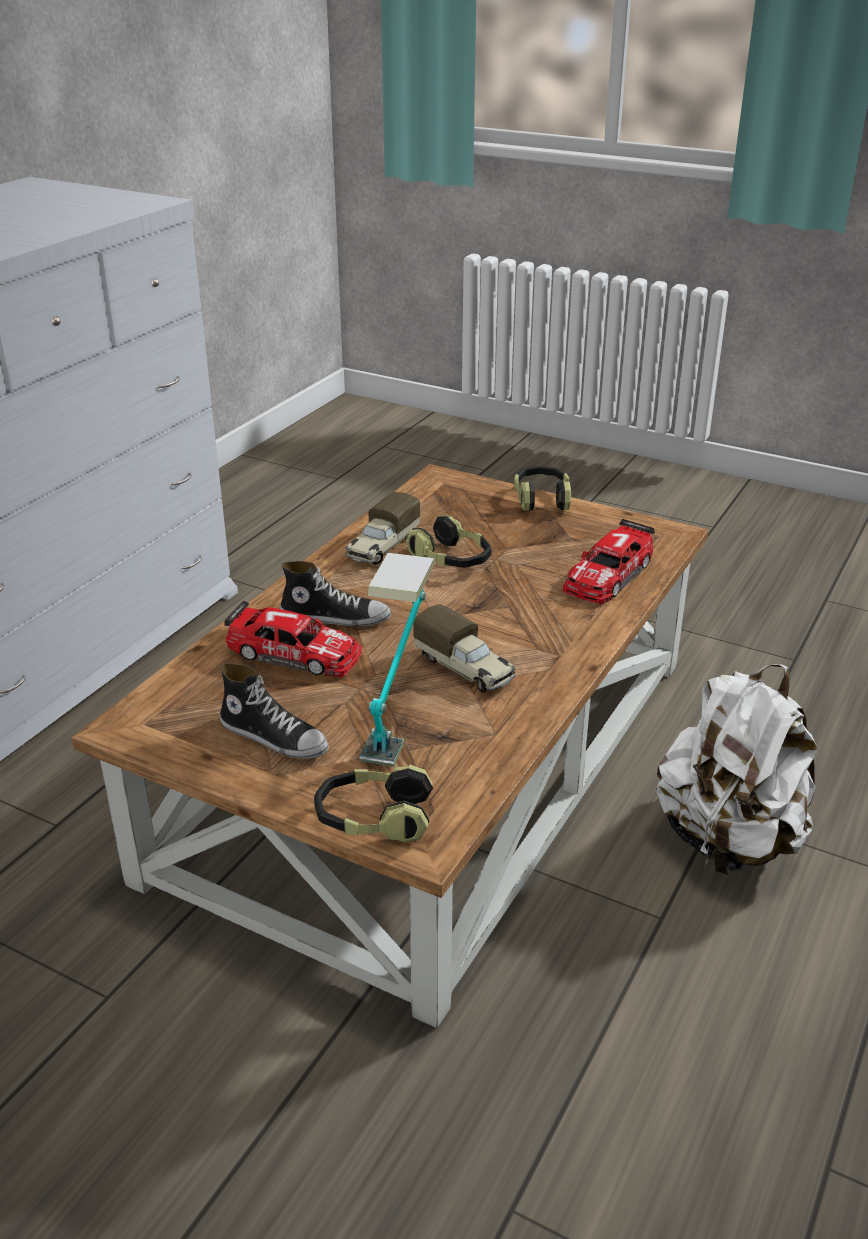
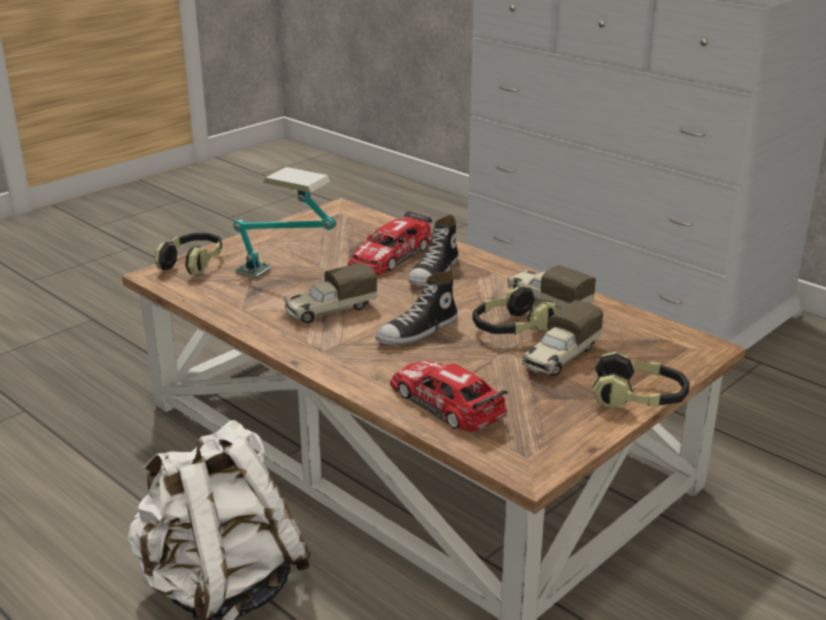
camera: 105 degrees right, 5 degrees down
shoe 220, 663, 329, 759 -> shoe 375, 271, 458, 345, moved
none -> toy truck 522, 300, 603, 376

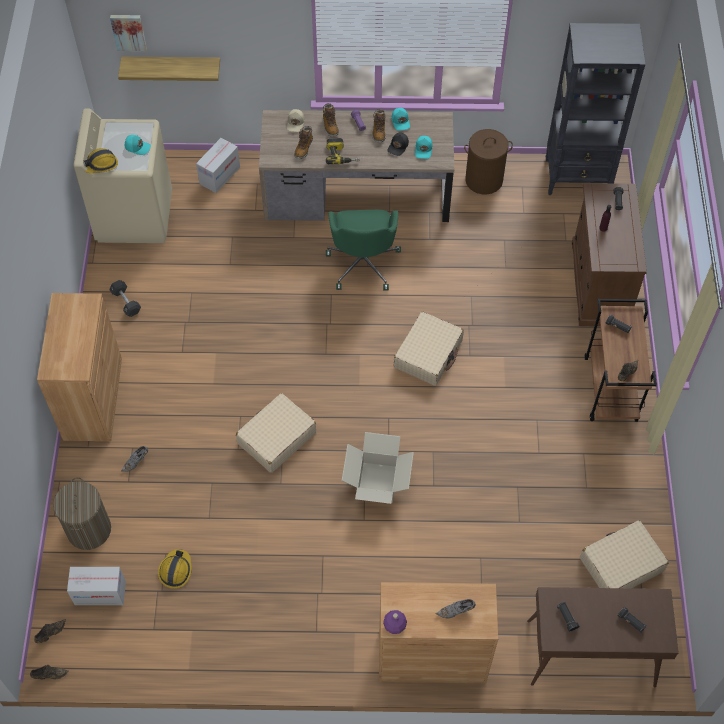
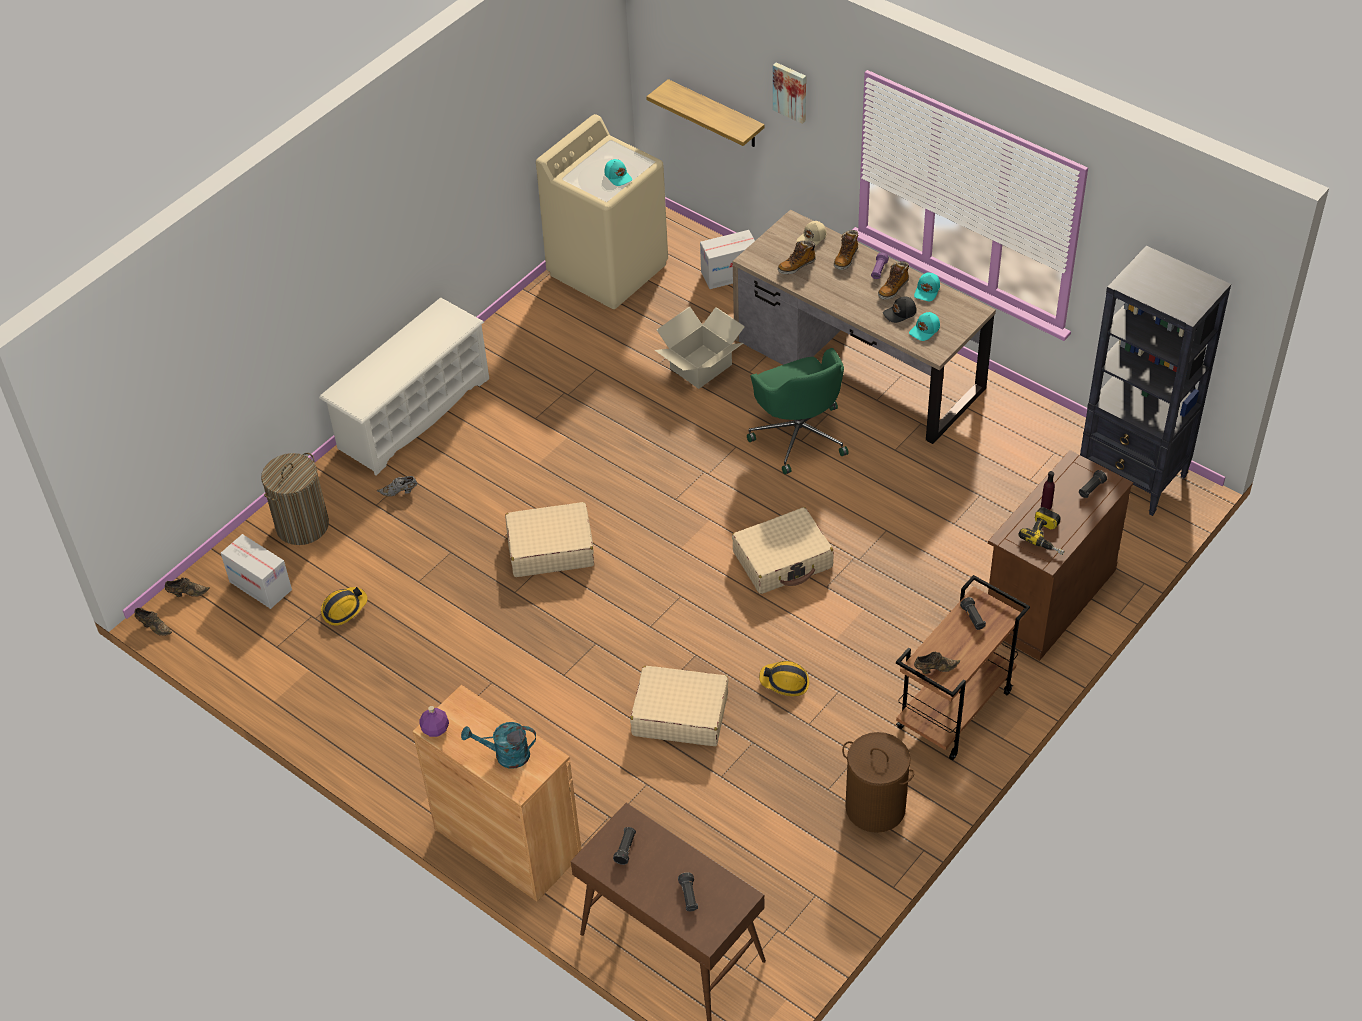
camera: 40 degrees right, 10 degrees down
cabinet (brown) 37, 293, 122, 441 -> shoe rack (white) 319, 298, 489, 475
shoe (grey) 435, 599, 476, 618 -> watering can (turquoise) 461, 722, 536, 768
suitcase (beige) 580, 520, 669, 588 -> suitcase (beige) 630, 666, 729, 746, moved
cardboard box 342, 432, 414, 504 -> cardboard box 655, 307, 745, 389, moved
office chair (green) 326, 210, 401, 291 -> office chair (green) 747, 348, 849, 474, 60 degrees counterclockwise
hard hat 84, 148, 118, 173 -> hard hat 759, 661, 809, 696, moved
picture 110, 15, 147, 51 -> picture 773, 62, 806, 124, moved
laundry basket (brown) 464, 129, 513, 194 -> laundry basket (brown) 842, 732, 914, 833, moved
power drill 326, 138, 360, 164 -> power drill 1019, 507, 1065, 555, moved
dumbbell (black) 109, 280, 141, 317 -> none

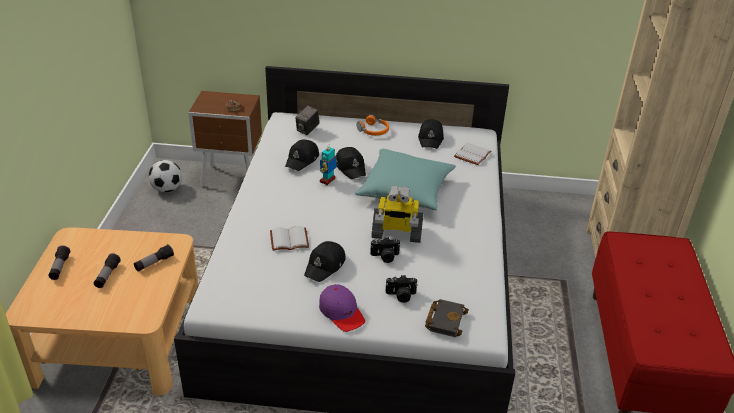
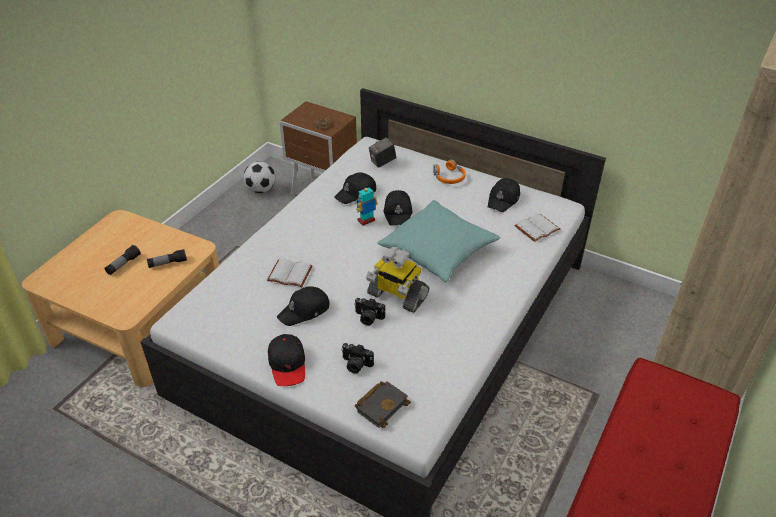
camera: 25 degrees right, 5 degrees up
cap (purple) 319, 284, 365, 332 -> cap (black) 268, 334, 305, 386
flashlight 48, 246, 70, 280 -> none

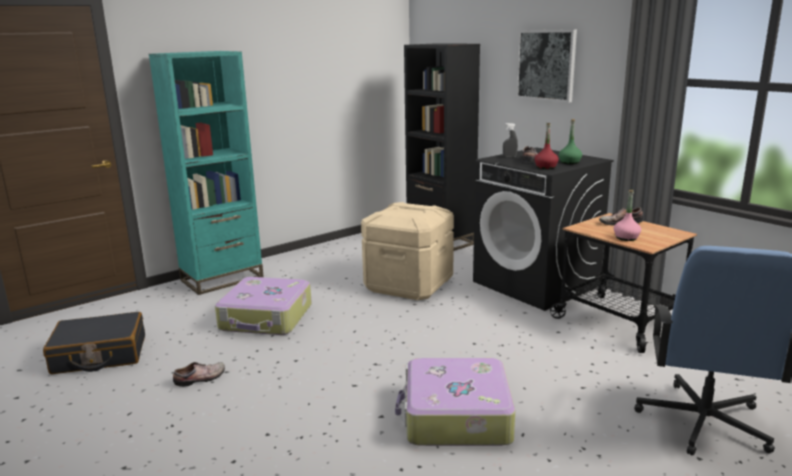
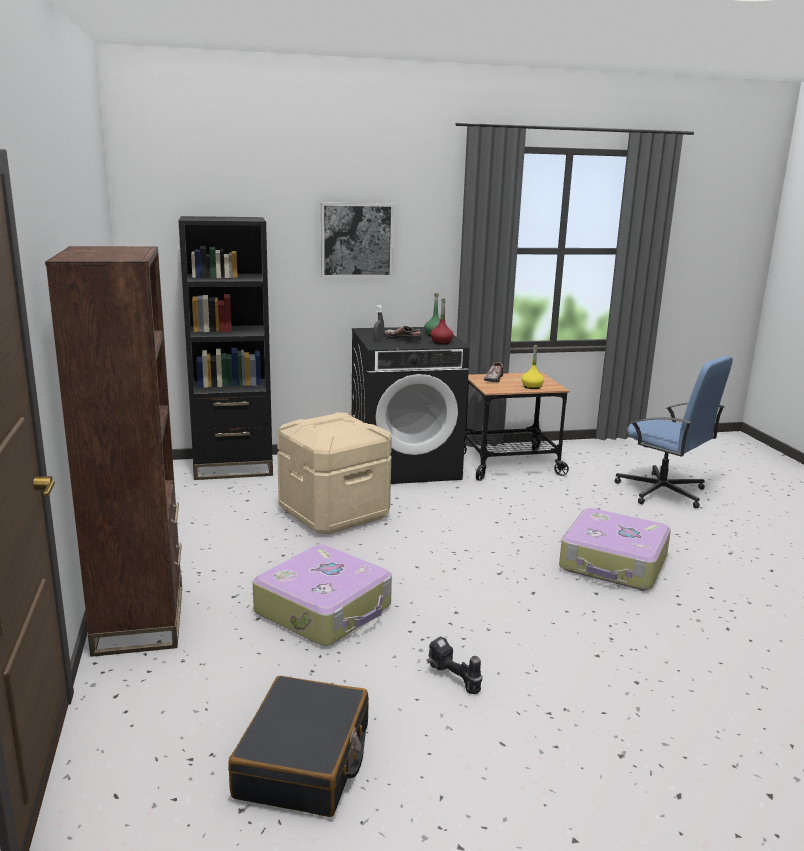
camera: 65 degrees left, 0 degrees up
bookcase (turquoise) 149, 51, 264, 295 -> bookcase (brown) 45, 246, 182, 657
shoe 173, 362, 225, 387 -> power drill 427, 636, 482, 694
bottle (pink) 614, 190, 641, 241 -> bottle (yellow) 522, 345, 544, 389

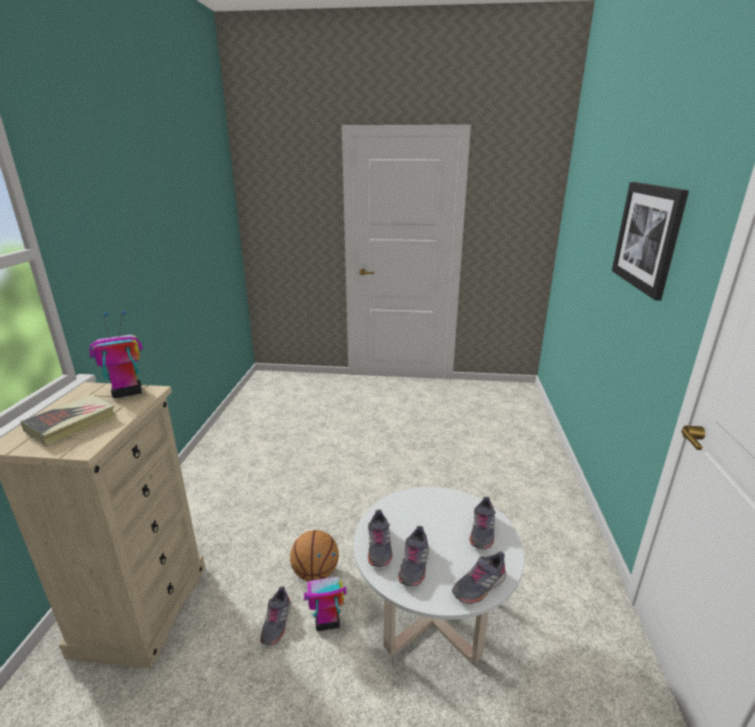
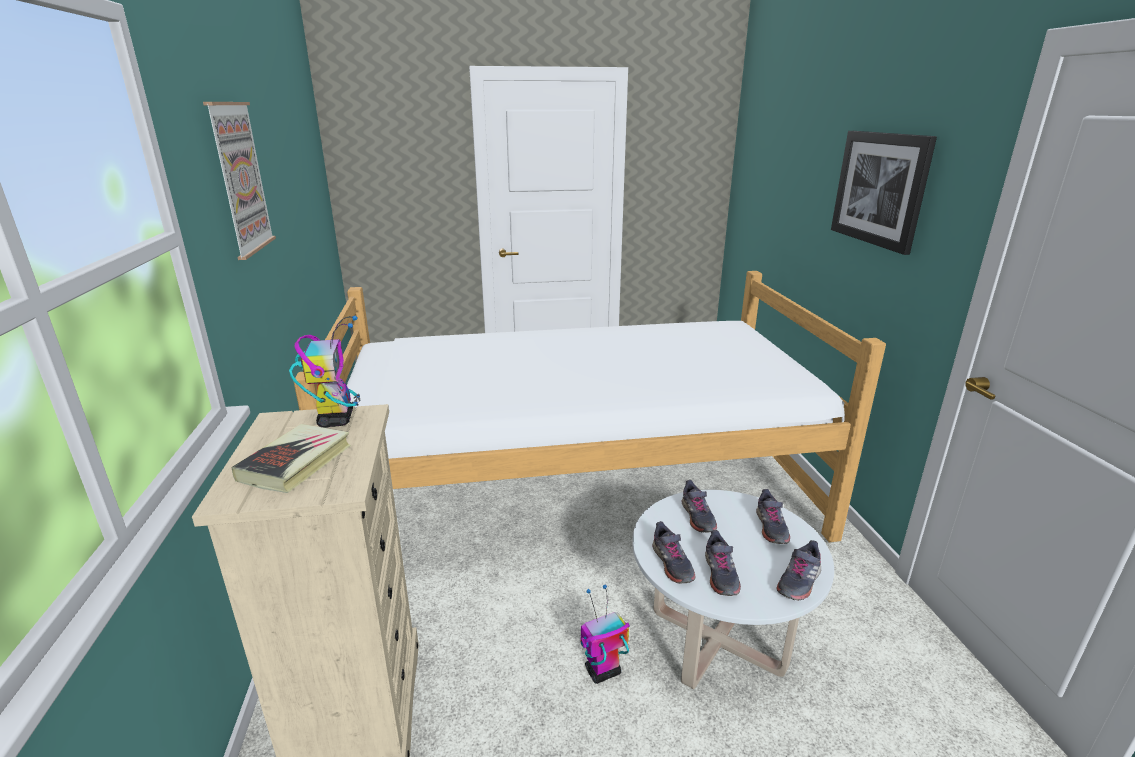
camera: 15 degrees left, 0 degrees up
none -> picture 203, 102, 276, 260
toy robot 89, 311, 143, 398 -> toy robot 289, 315, 360, 428, 120 degrees clockwise
none -> bed 294, 271, 886, 542
shoe (grey) 260, 587, 291, 645 -> shoe (grey) 681, 480, 717, 532, moved
basketball 290, 530, 339, 582 -> none

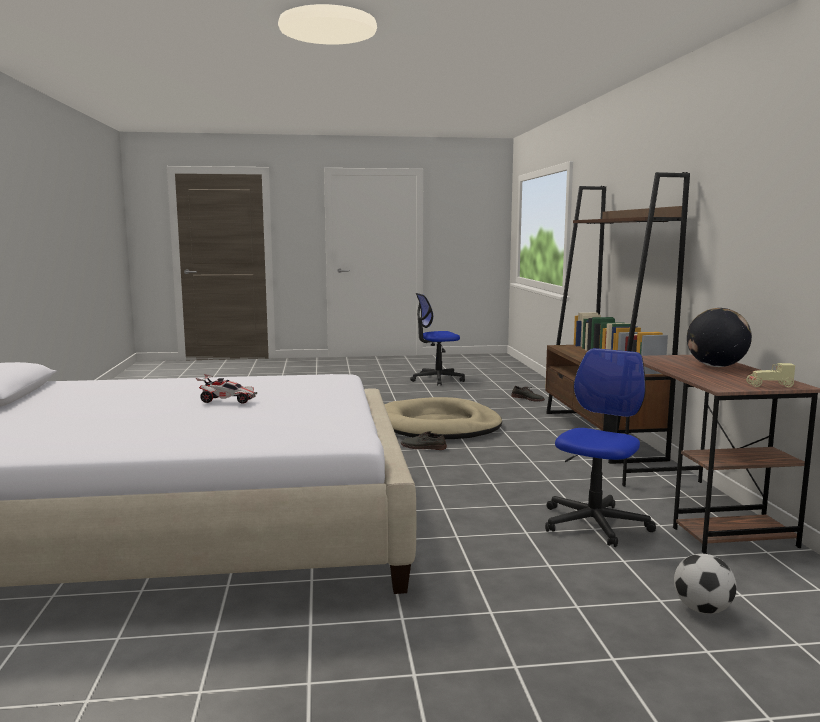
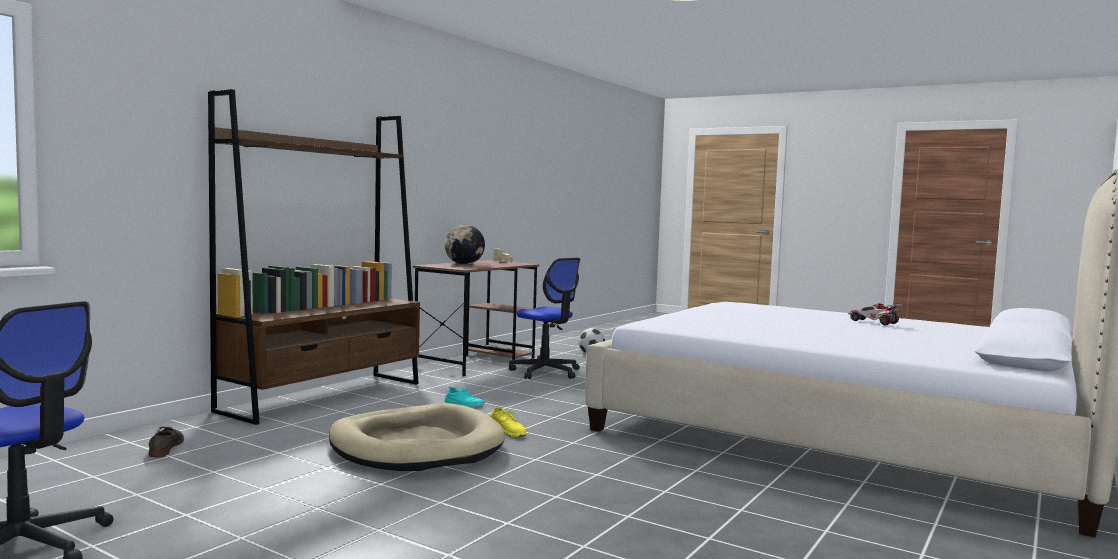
camera: 140 degrees left, 5 degrees down
none -> shoe (turquoise) 445, 386, 485, 407
shoe (grey) 401, 431, 447, 450 -> shoe (yellow) 490, 407, 526, 437
office chair 545, 348, 656, 547 -> office chair 509, 258, 580, 379, 120 degrees counterclockwise
toy car 196, 374, 257, 404 -> toy car 848, 303, 904, 325, moved

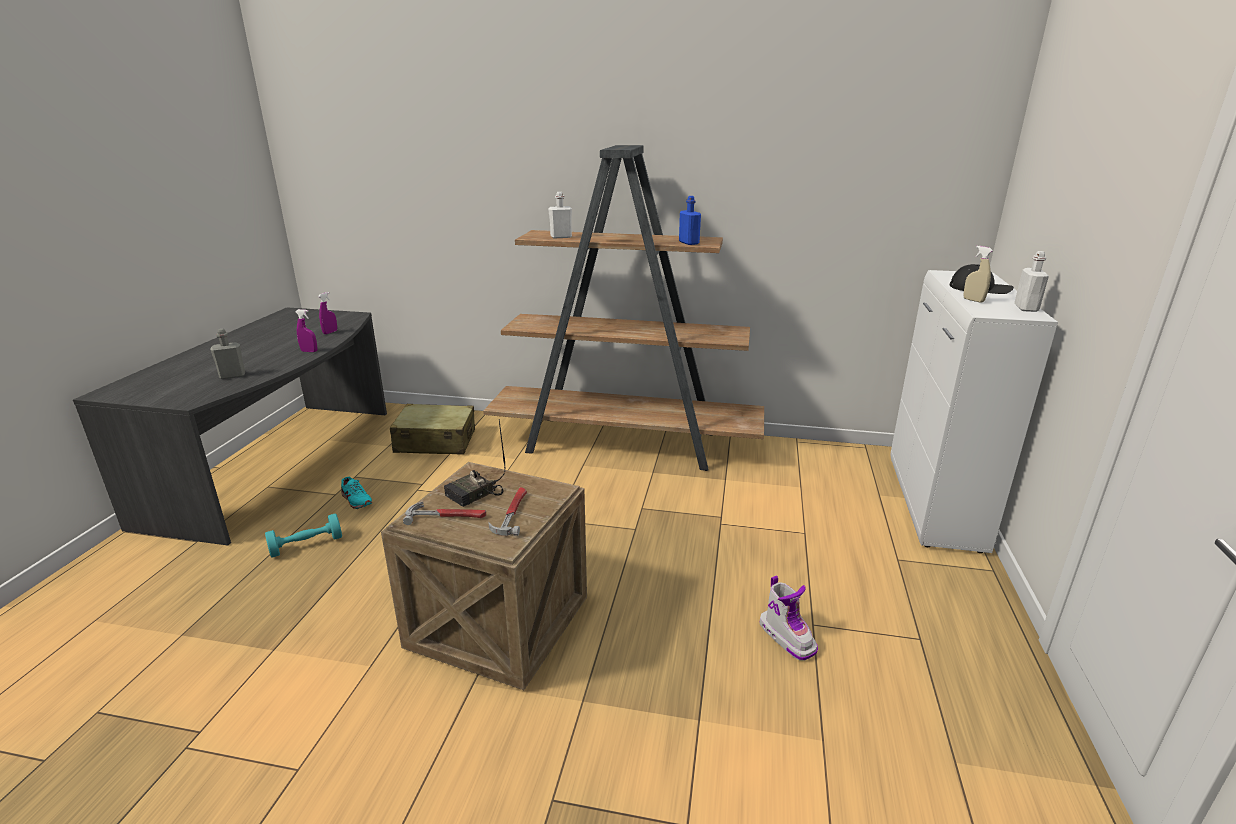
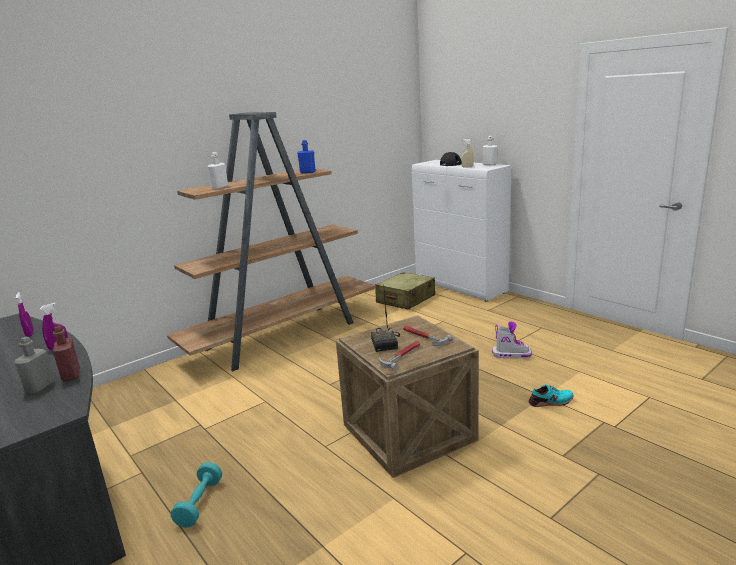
camera: 50 degrees left, 5 degrees down
none -> bottle (red) 53, 326, 80, 381
suitcase (beige) 390, 404, 475, 455 -> suitcase (beige) 375, 272, 435, 310, moved
shoe (turquoise) 341, 477, 372, 509 -> shoe (turquoise) 529, 385, 573, 407, moved

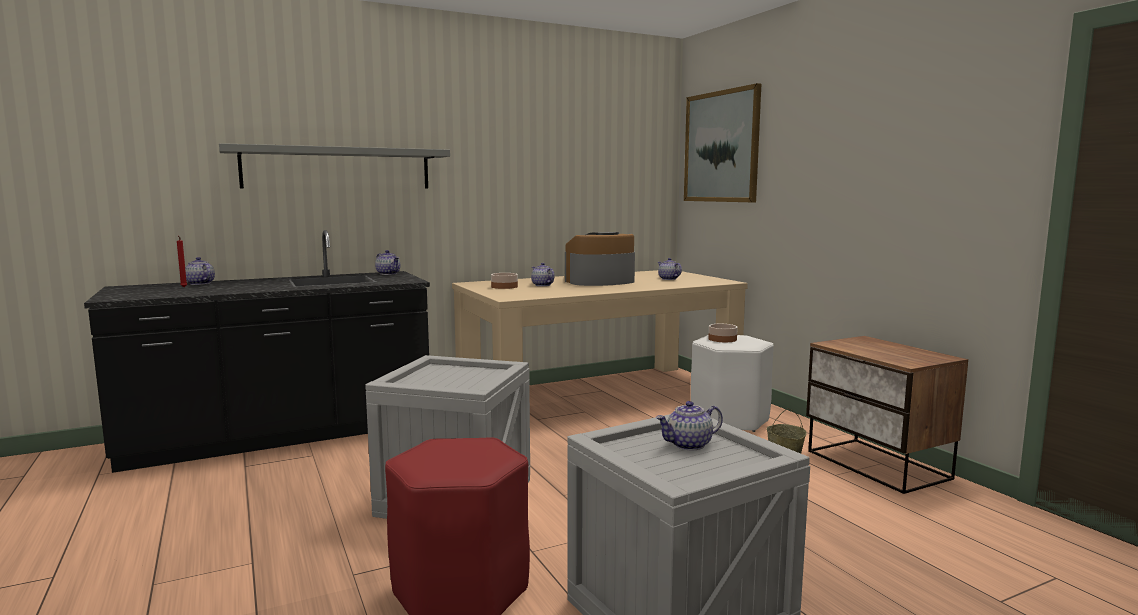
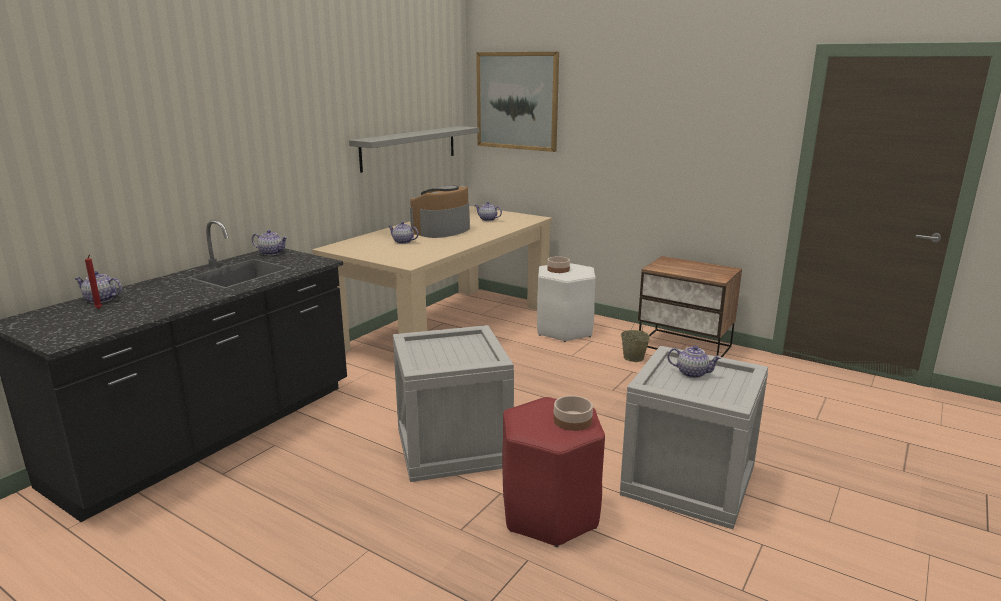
camera: 30 degrees left, 10 degrees up
shelf (grey) 219, 143, 450, 189 -> shelf (grey) 349, 126, 479, 173, moved
bowl 491, 273, 518, 289 -> bowl 554, 396, 593, 431, moved
teapot 656, 401, 723, 450 -> teapot 667, 345, 722, 378, 105 degrees counterclockwise

